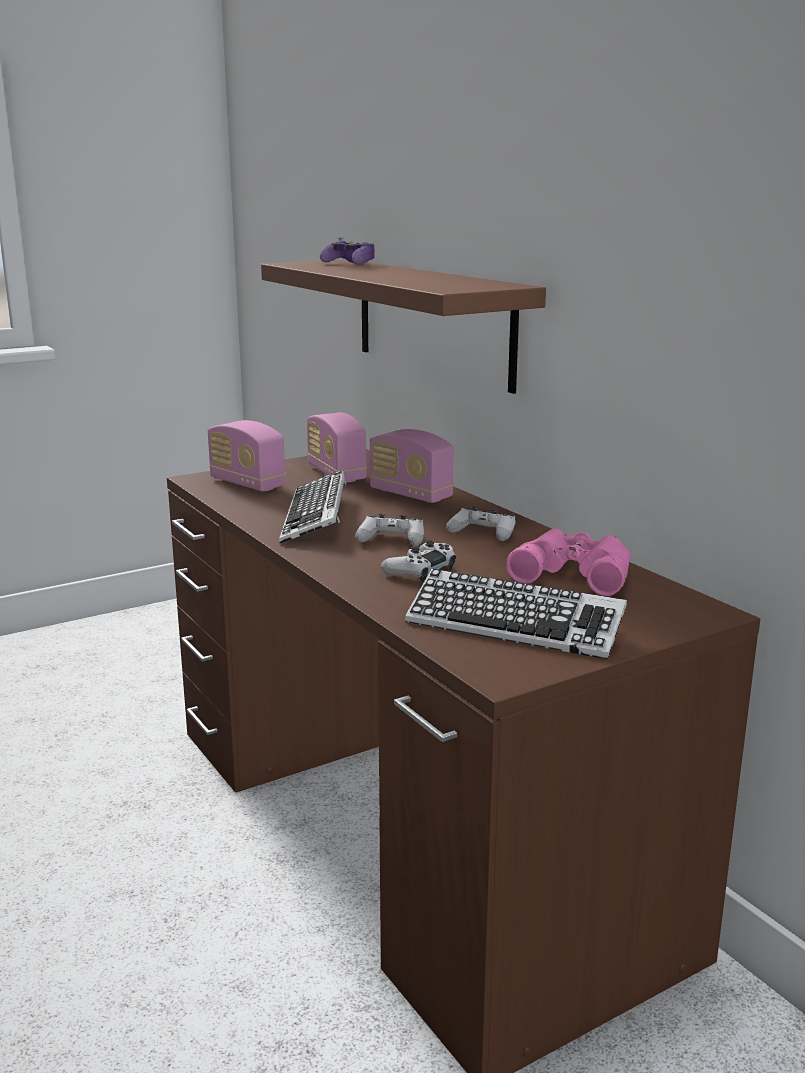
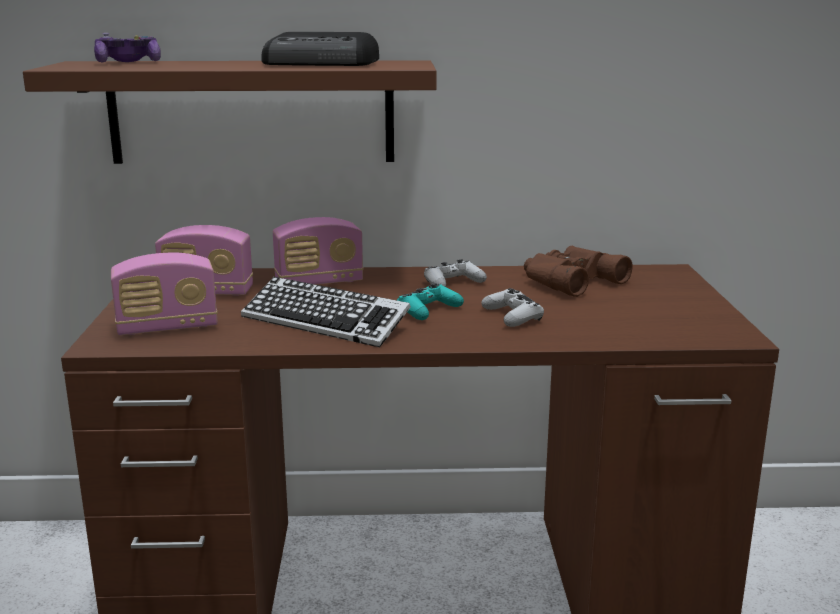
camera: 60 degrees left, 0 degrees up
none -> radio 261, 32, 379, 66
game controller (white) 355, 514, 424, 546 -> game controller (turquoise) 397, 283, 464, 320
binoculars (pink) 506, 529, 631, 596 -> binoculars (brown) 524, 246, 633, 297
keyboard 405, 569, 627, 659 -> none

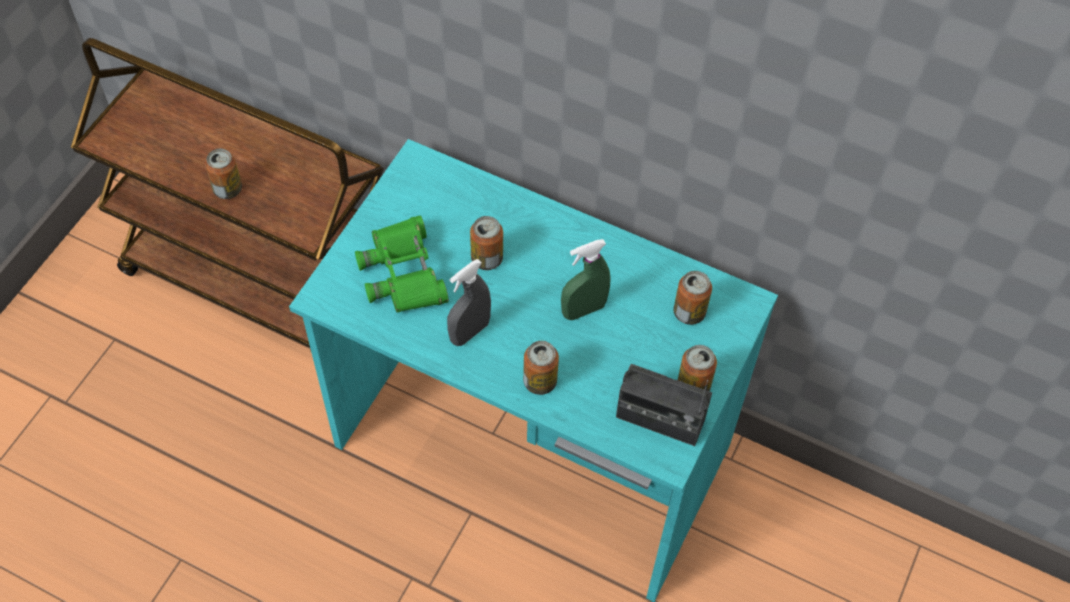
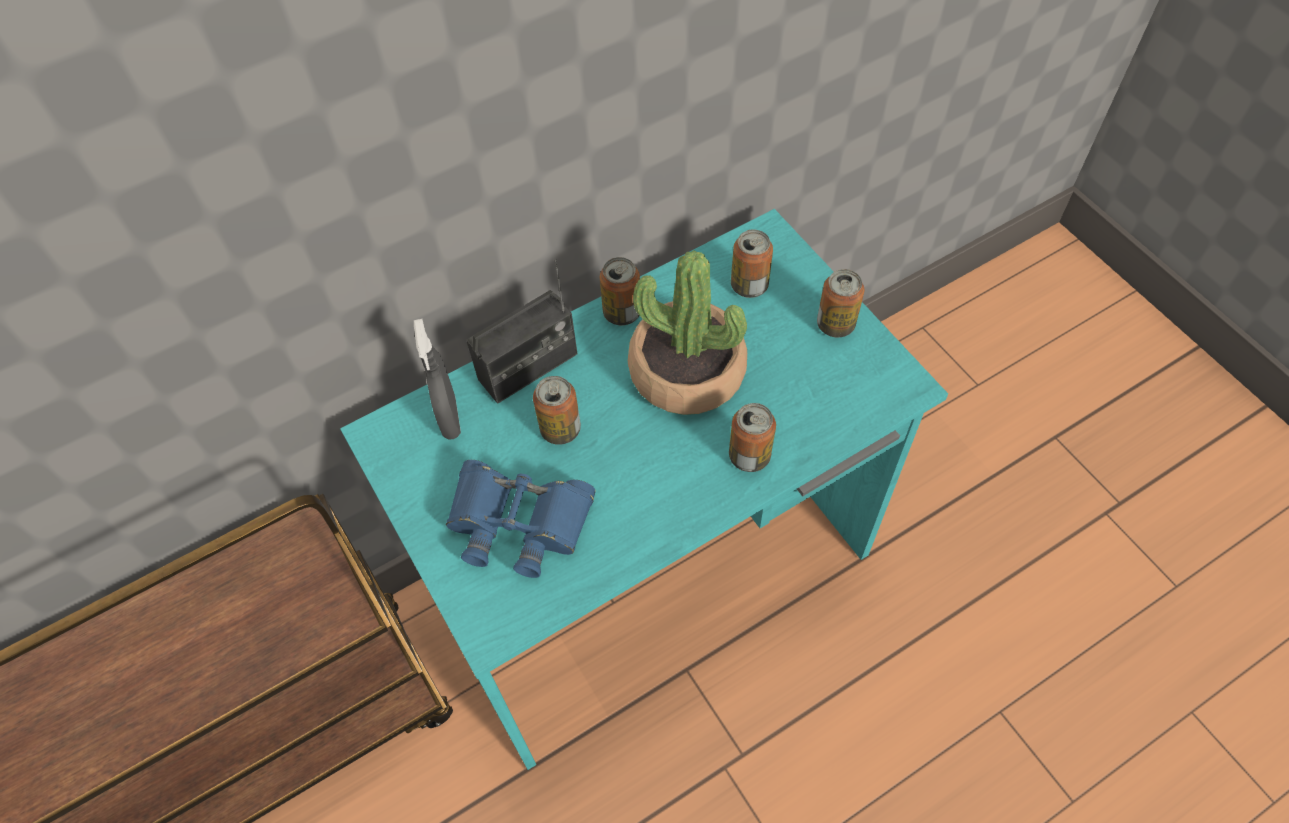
camera: 55 degrees left, 0 degrees up
spray bottle (grey) 447, 259, 491, 346 -> spray bottle (grey) 414, 319, 461, 440, moved
binoculars (green) 355, 216, 449, 313 -> binoculars (blue) 446, 460, 596, 578
radio 616, 364, 712, 446 -> radio 466, 259, 578, 404, moved
can 205, 149, 242, 199 -> can 600, 257, 640, 325, moved
spray bottle (green) 561, 239, 611, 320 -> potted plant 628, 250, 747, 415

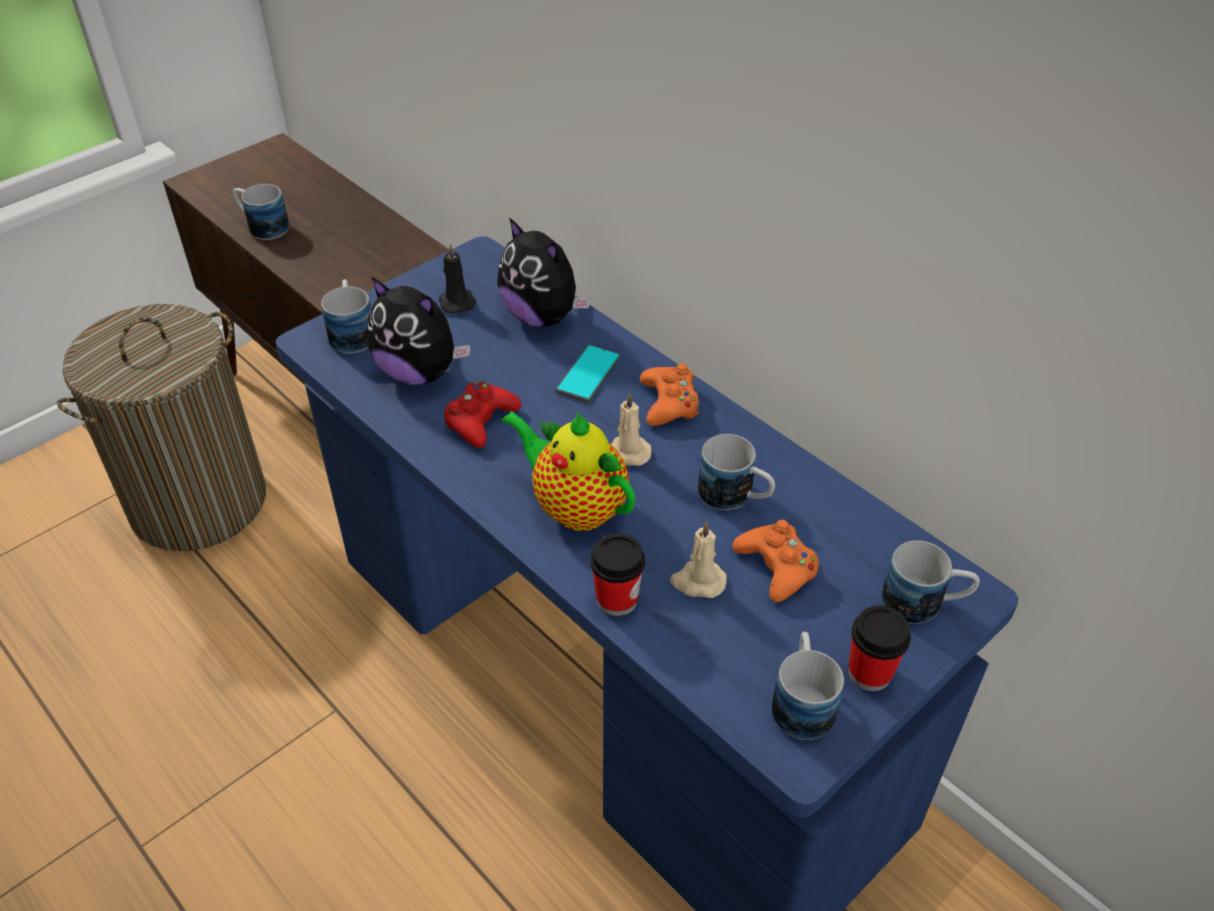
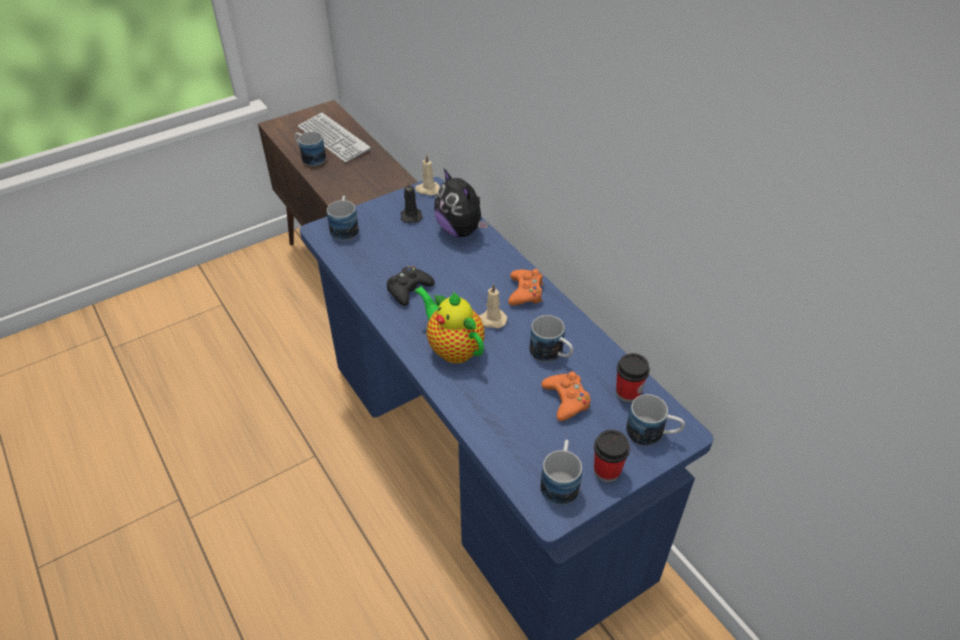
camera: 10 degrees right, 0 degrees up
none -> keyboard 298, 113, 371, 163
game controller (red) 444, 382, 521, 448 -> game controller (black) 387, 266, 435, 306
candle (beige) 670, 521, 727, 598 -> candle (beige) 415, 154, 440, 196, moved
cup 590, 533, 645, 616 -> cup 616, 353, 650, 403, moved
laundry basket 57, 304, 266, 551 -> none
plush toy 368, 277, 470, 385 -> none
phone 555, 344, 621, 403 -> none

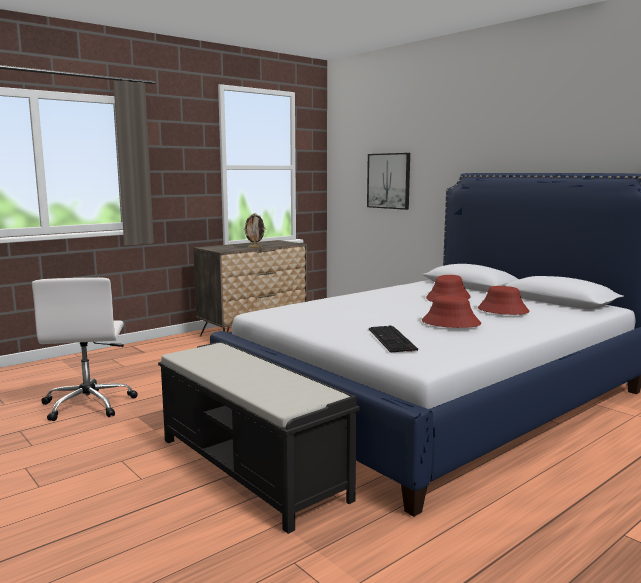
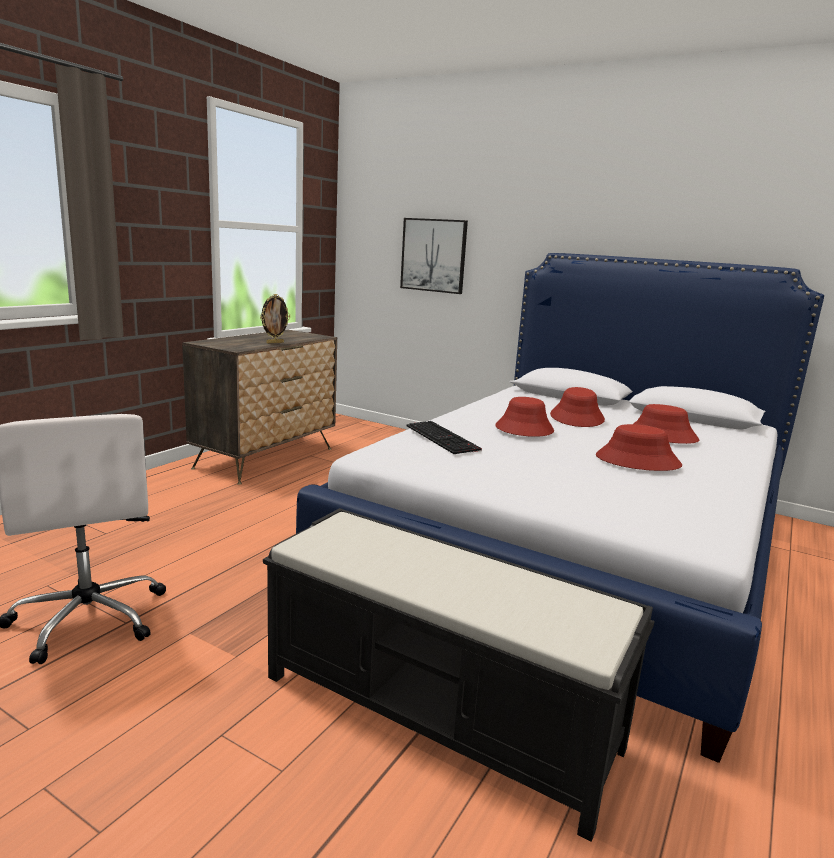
camera: 20 degrees left, 5 degrees up
keyboard 369, 326, 418, 353 -> keyboard 407, 421, 482, 454, moved
none -> hat (red) 495, 397, 554, 437

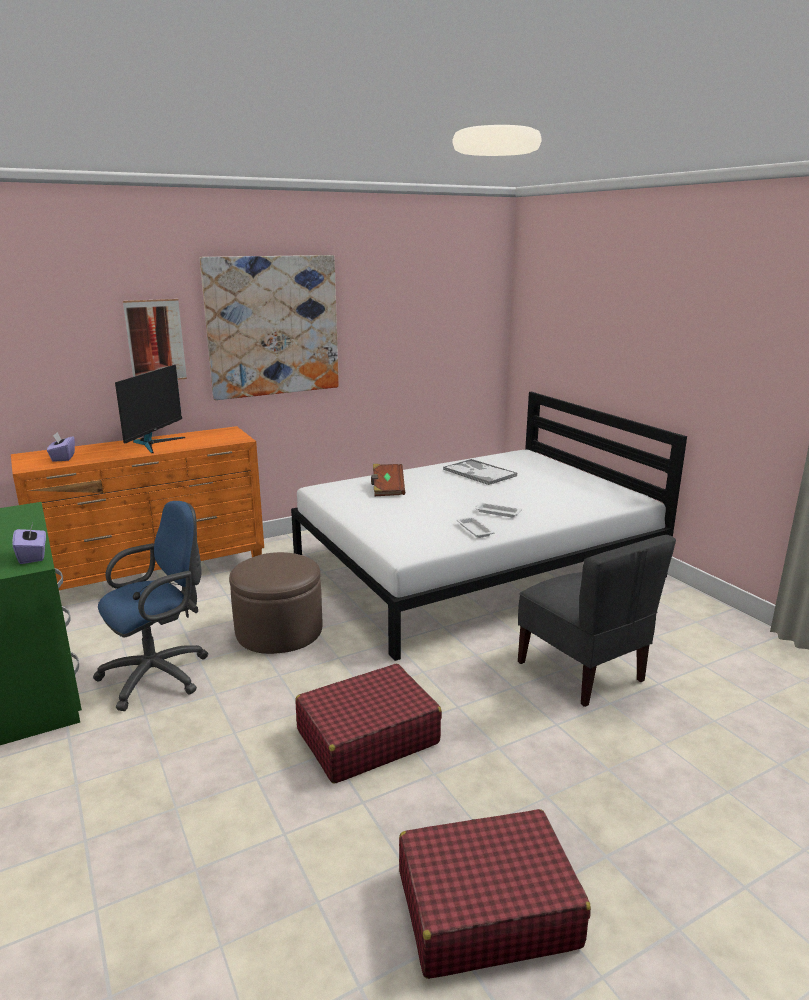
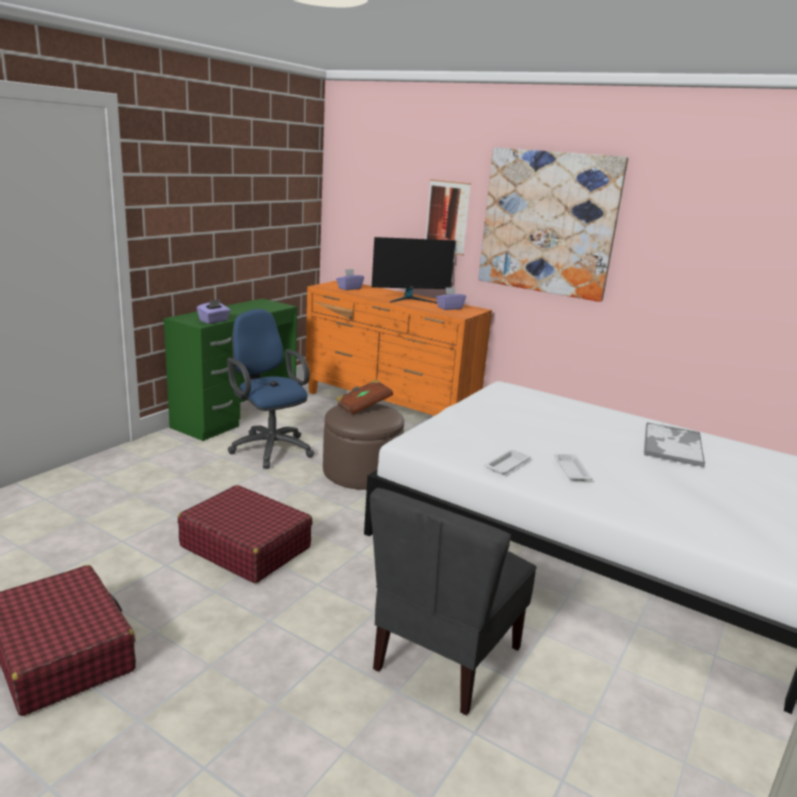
camera: 60 degrees right, 0 degrees up
office chair (blue) 93, 501, 208, 711 -> office chair (blue) 227, 309, 314, 469, 150 degrees counterclockwise
book (brown) 371, 464, 405, 496 -> book (brown) 336, 379, 393, 415, moved
none -> tissue box (purple) 436, 287, 466, 310

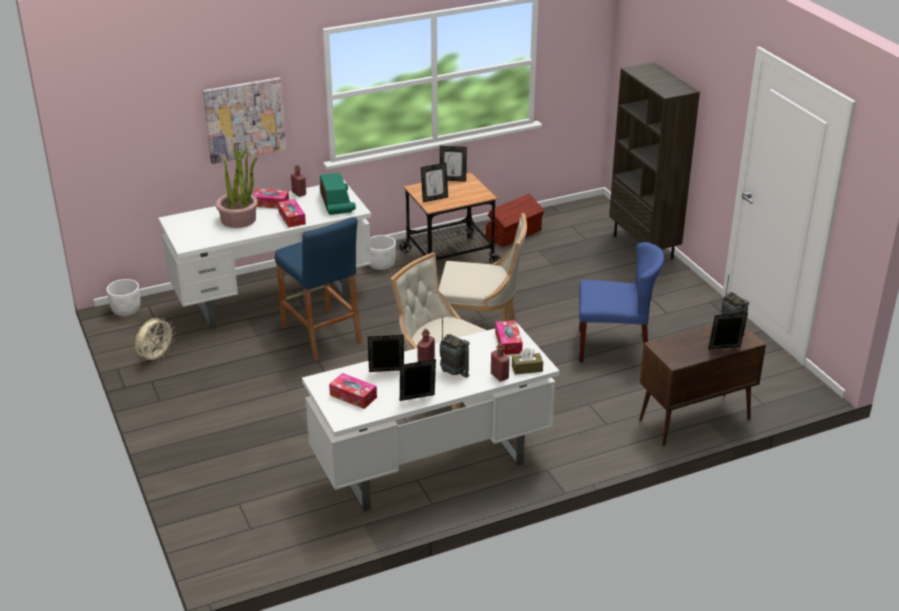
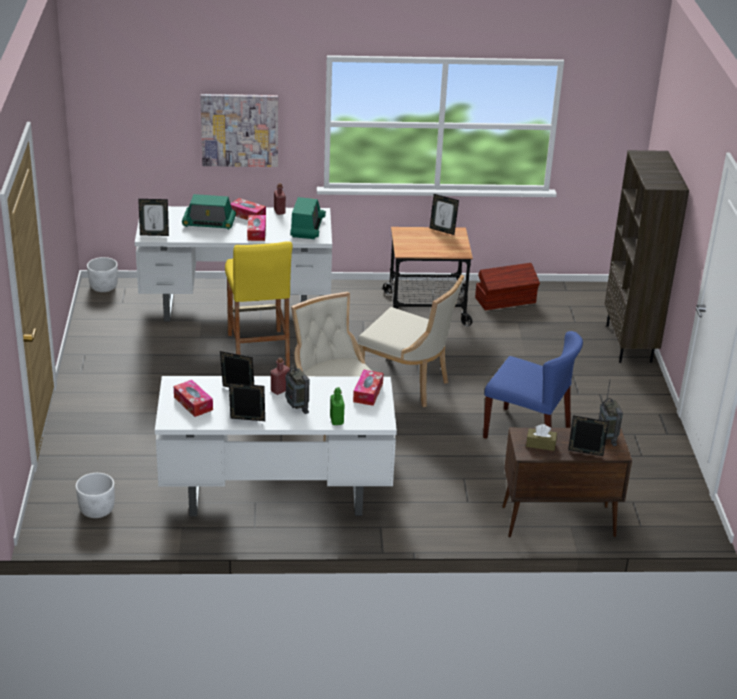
camera: 20 degrees right, 0 degrees up
planter (white) 370, 235, 396, 270 -> planter (white) 76, 473, 115, 518, moved
picture frame 421, 163, 448, 202 -> picture frame 138, 199, 169, 236, moved
potted plant 216, 148, 258, 228 -> radio 182, 194, 236, 230
stool (blue) 275, 217, 362, 360 -> stool (yellow) 225, 241, 293, 368
bottle (red) 491, 343, 510, 381 -> bottle (green) 330, 387, 345, 425
tissue box (brown) 512, 348, 543, 375 -> tissue box (brown) 526, 424, 557, 451, moved
fan (beige) 135, 318, 176, 363 -> none

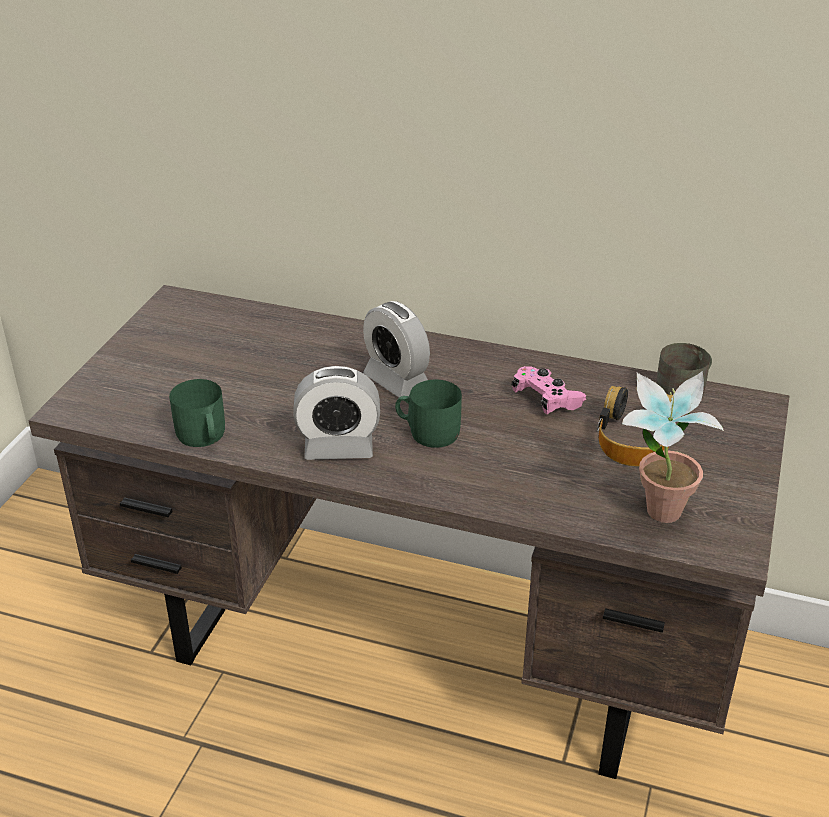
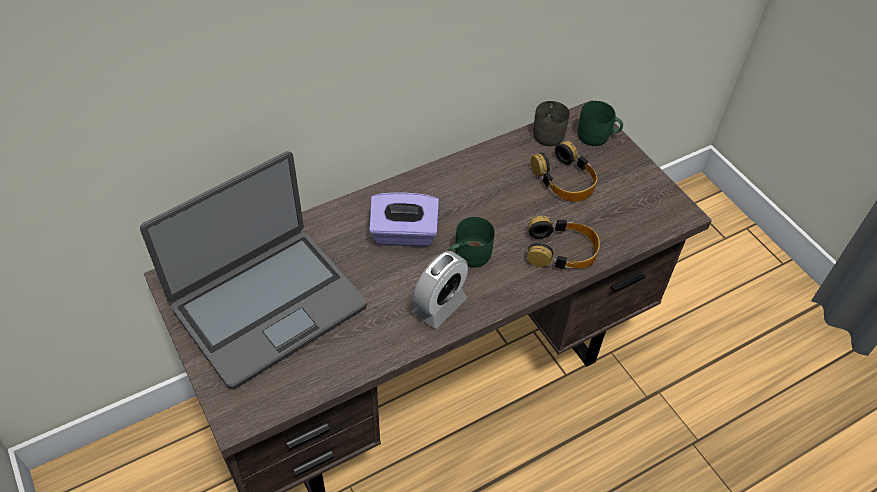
camera: 50 degrees left, 15 degrees up
none -> laptop 140, 151, 367, 389
alarm clock 363, 301, 430, 397 -> tissue box (purple) 369, 193, 439, 247
none -> headphones 527, 216, 600, 269
mug (green) 169, 379, 225, 447 -> mug (green) 577, 101, 623, 146, moved
game controller (pink) 512, 366, 586, 414 -> none
potted plant 622, 371, 724, 523 -> none

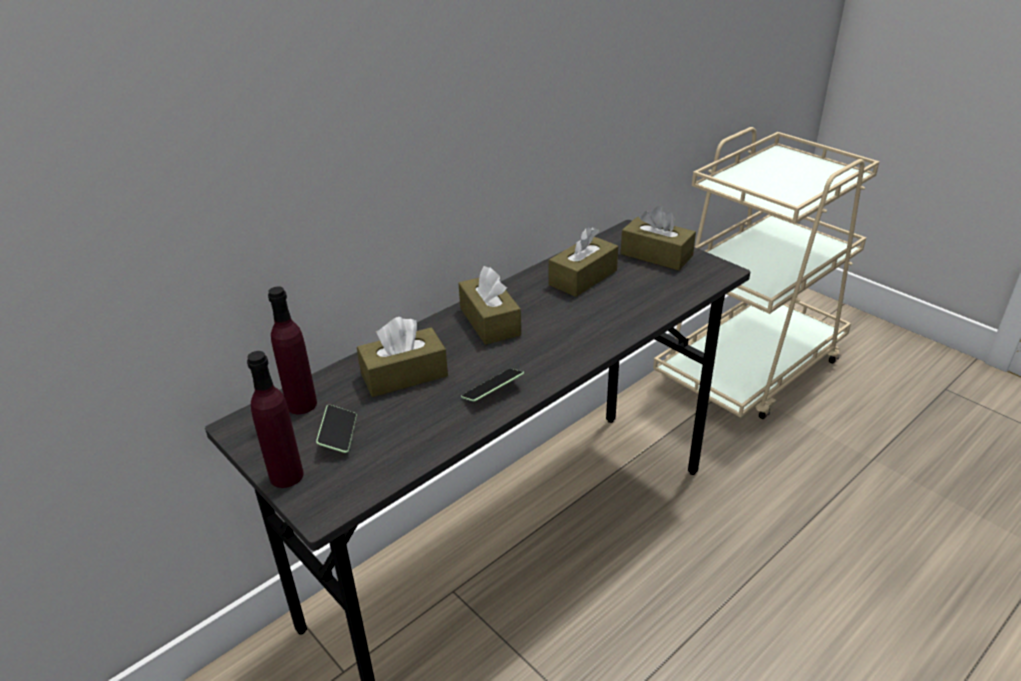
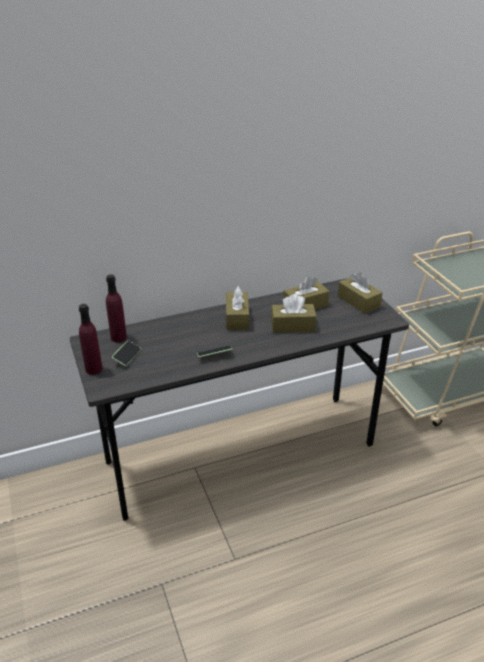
camera: 20 degrees right, 0 degrees up
tissue box (brown) 357, 317, 448, 397 -> tissue box (brown) 271, 294, 317, 333, moved

